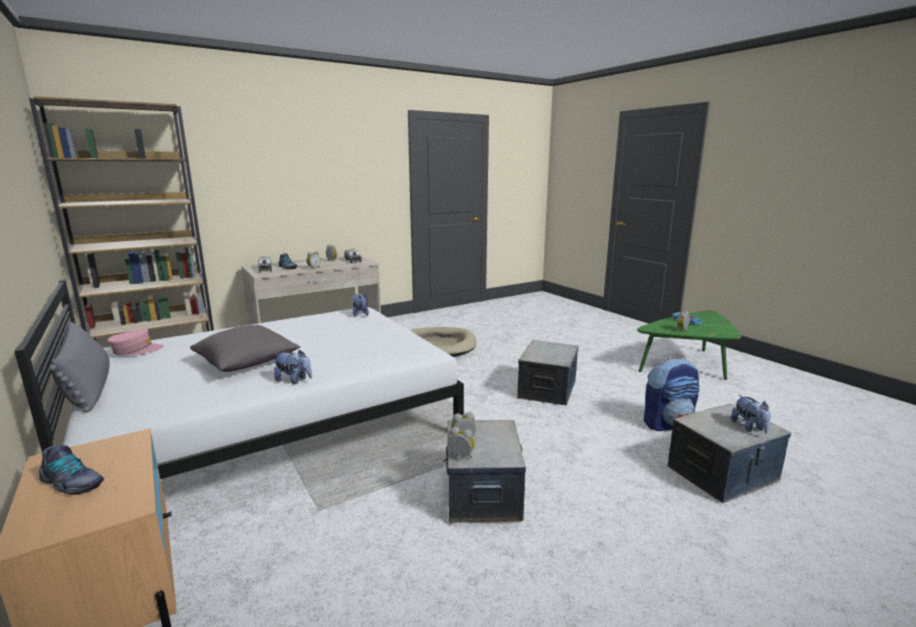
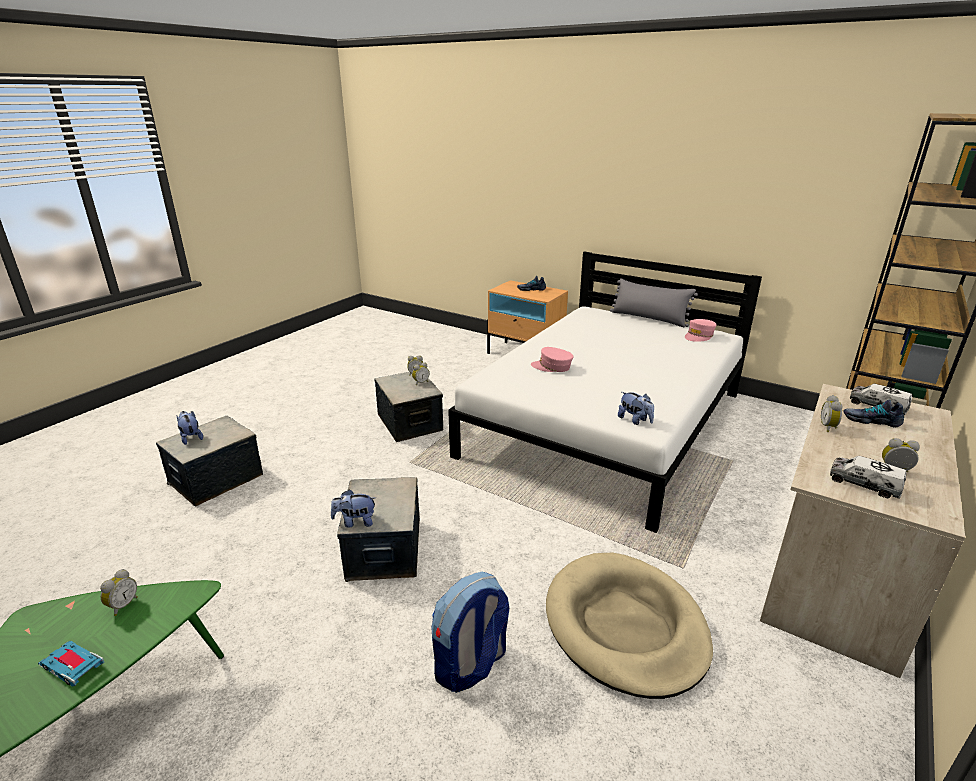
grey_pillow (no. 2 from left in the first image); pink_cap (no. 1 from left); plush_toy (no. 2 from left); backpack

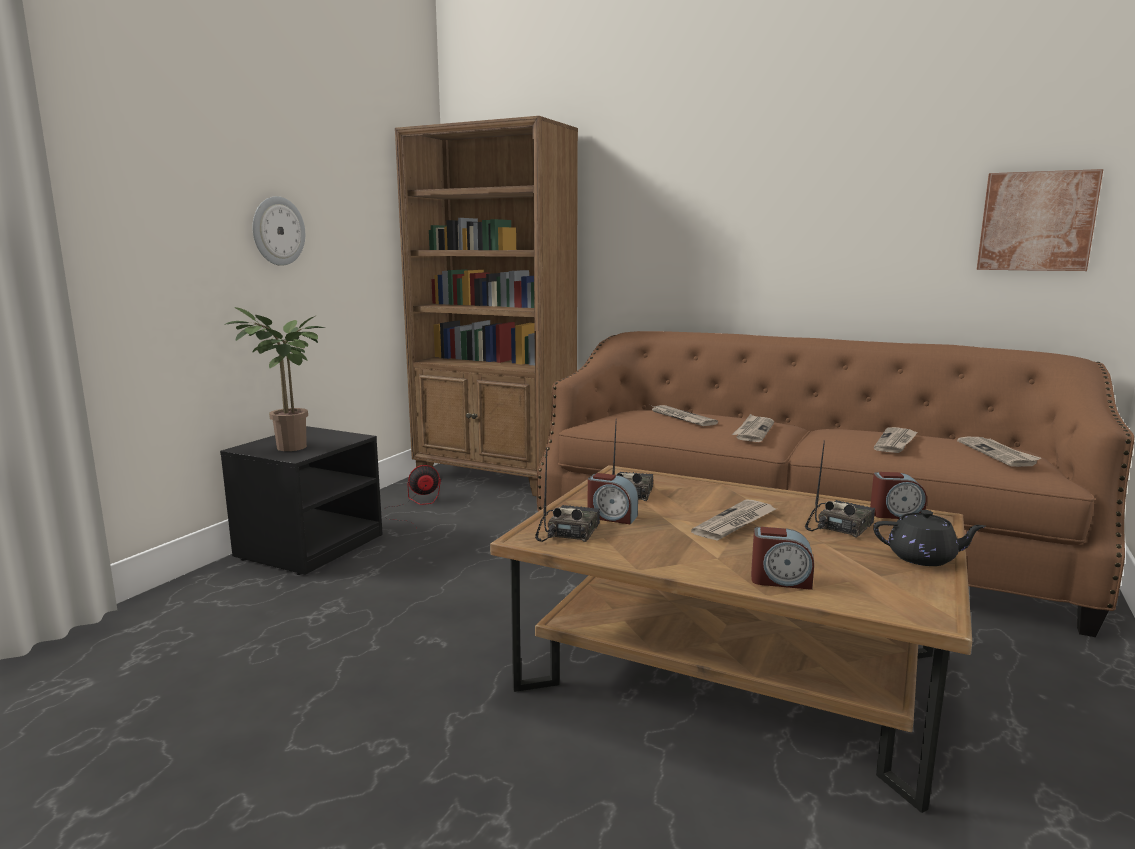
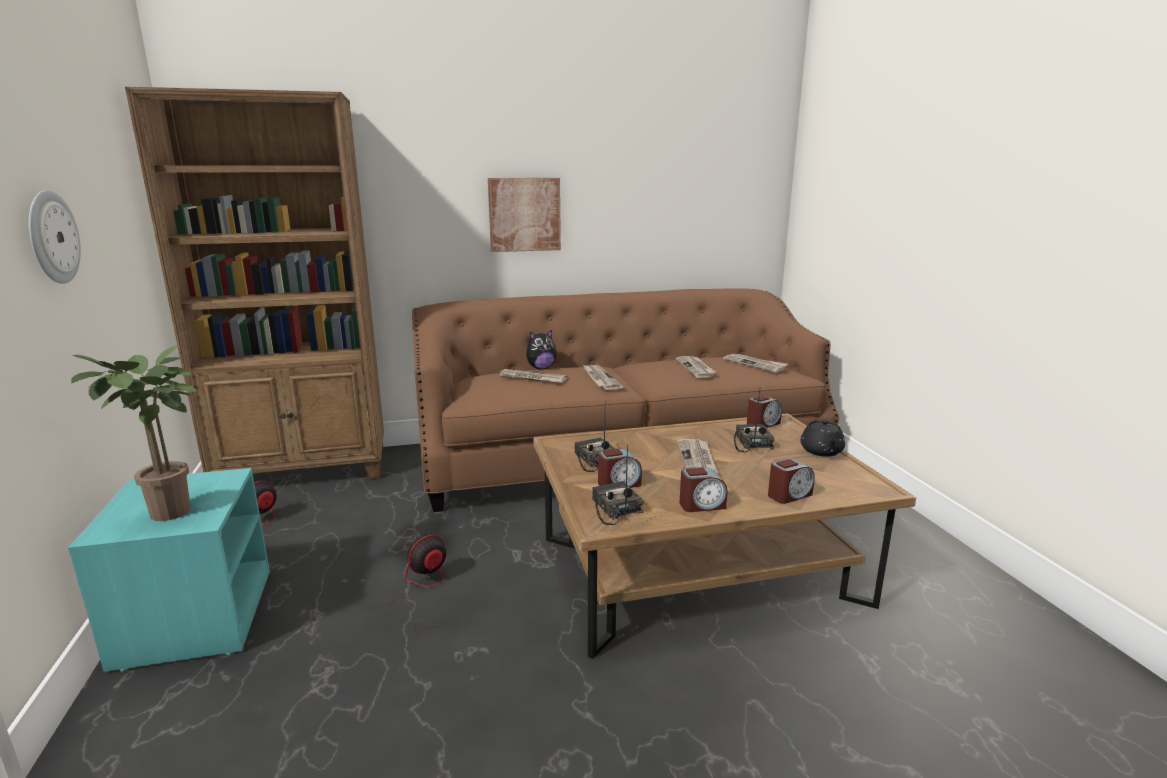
fan (no. 2 from left); plush_toy; alarm_clock (no. 2 from left); picture; turquoise_nightstand; black_teapot

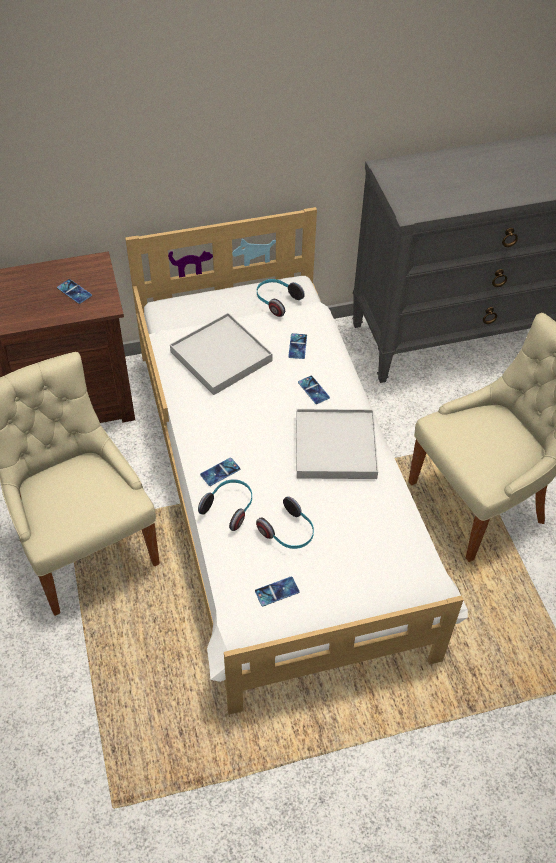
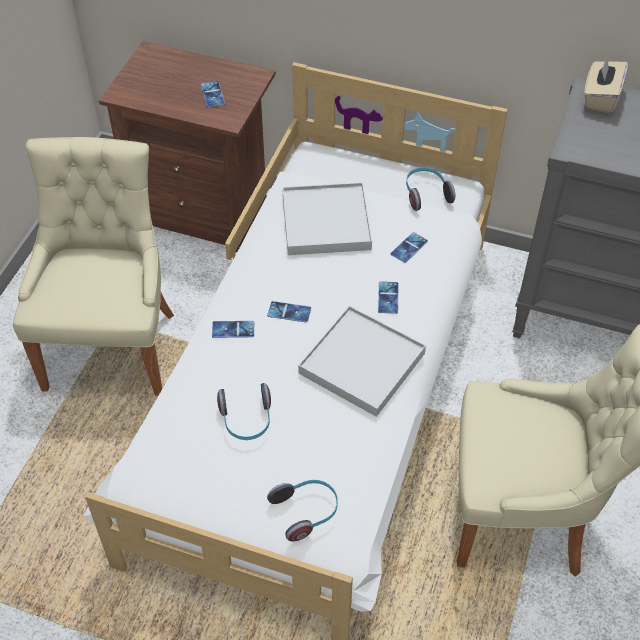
beige_tissue_box; headphones (no. 2 from left); phone (no. 3 from left)

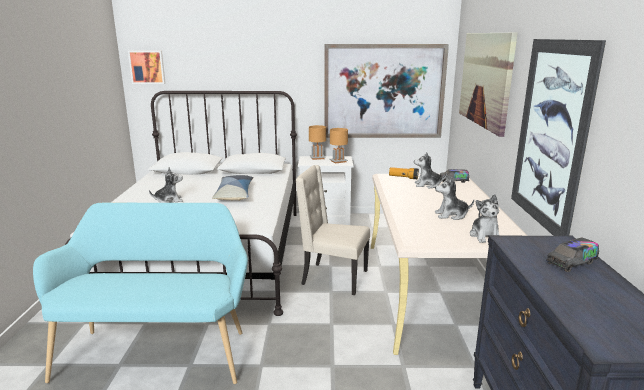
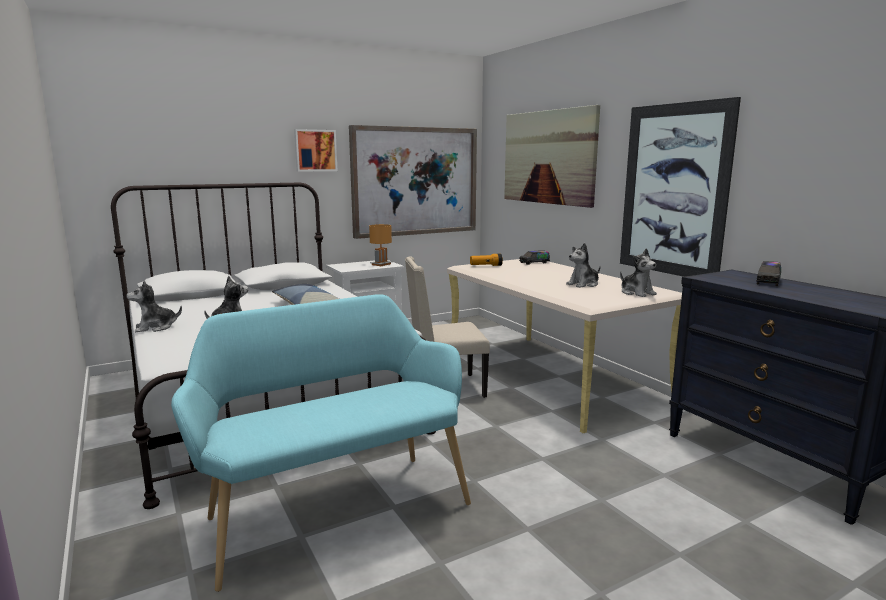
brown_table_lamp (no. 1 from left in the first image); picture (no. 1 from left); plush_toy (no. 1 from left)

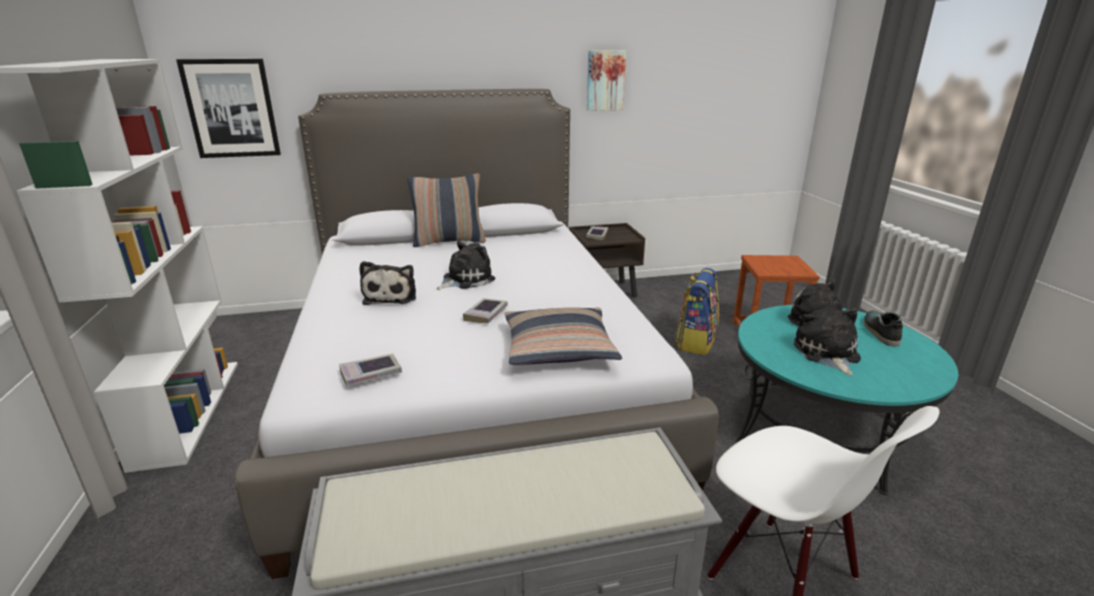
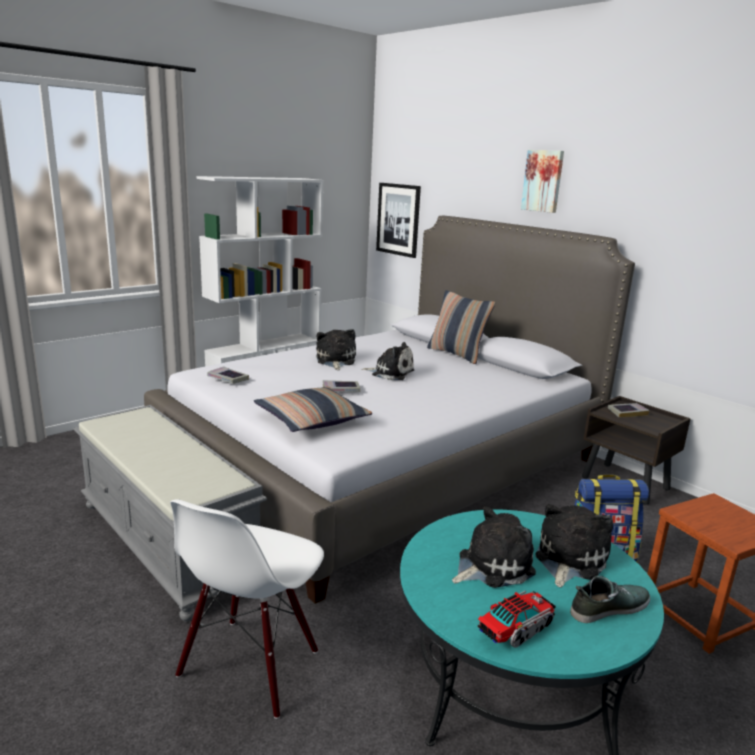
toy_truck; picture (no. 2 from left); plush_toy (no. 1 from left)

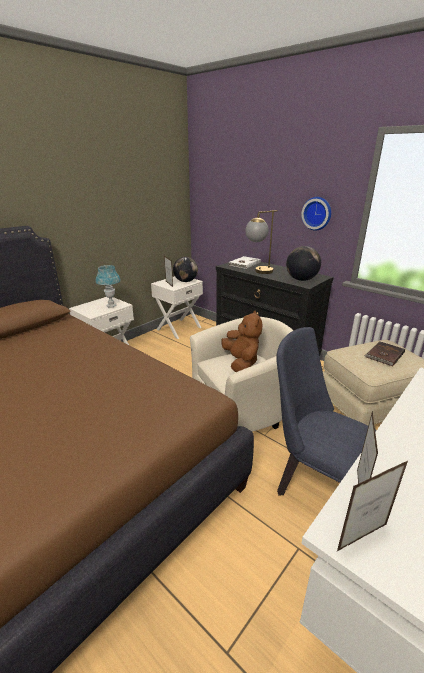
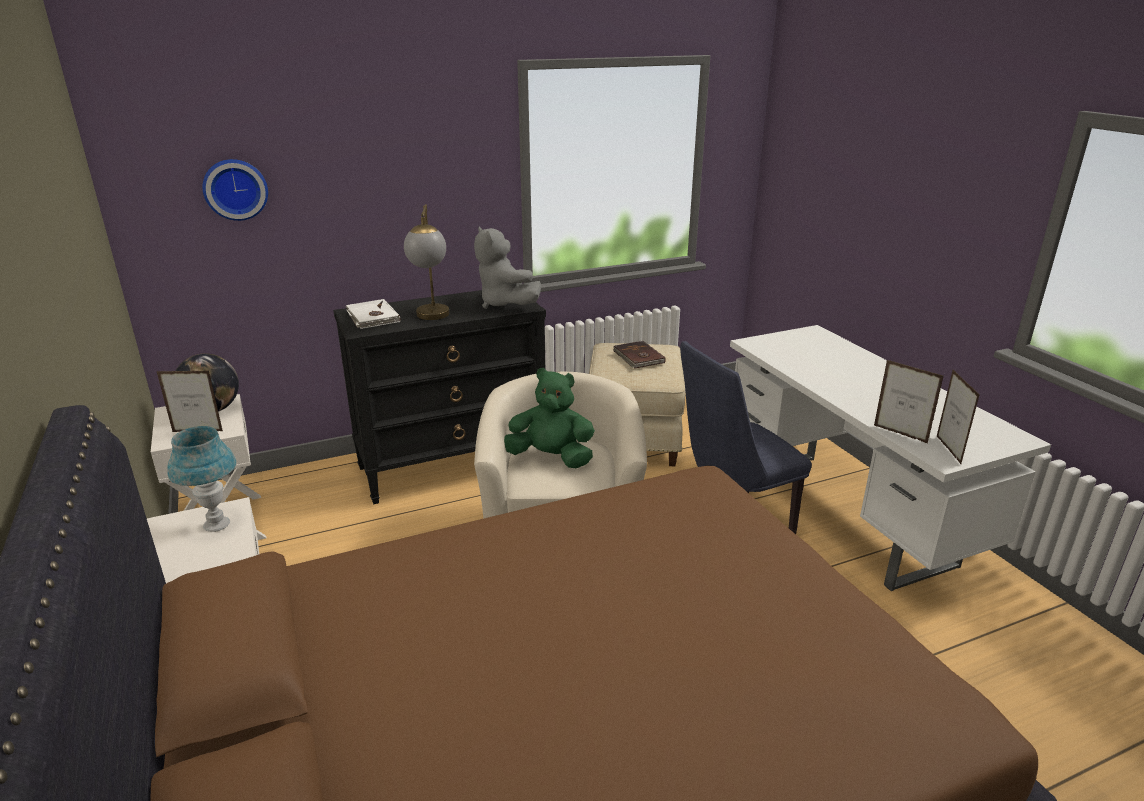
wall_clock; grey_plush_toy; green_plush_toy

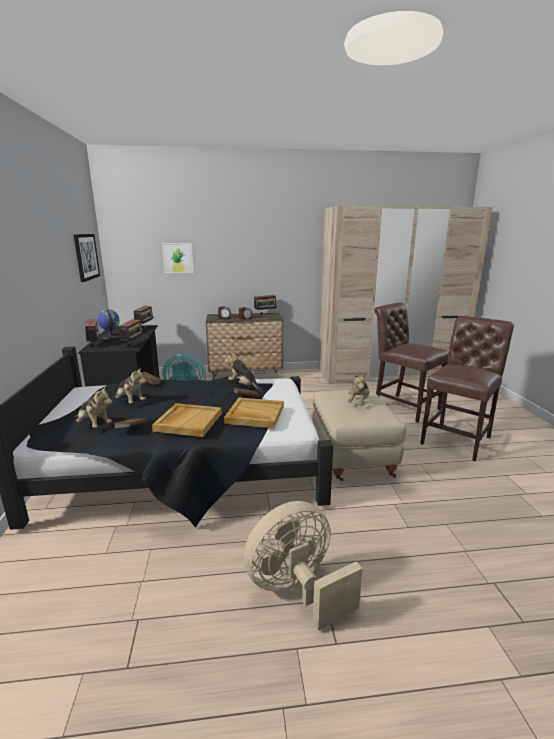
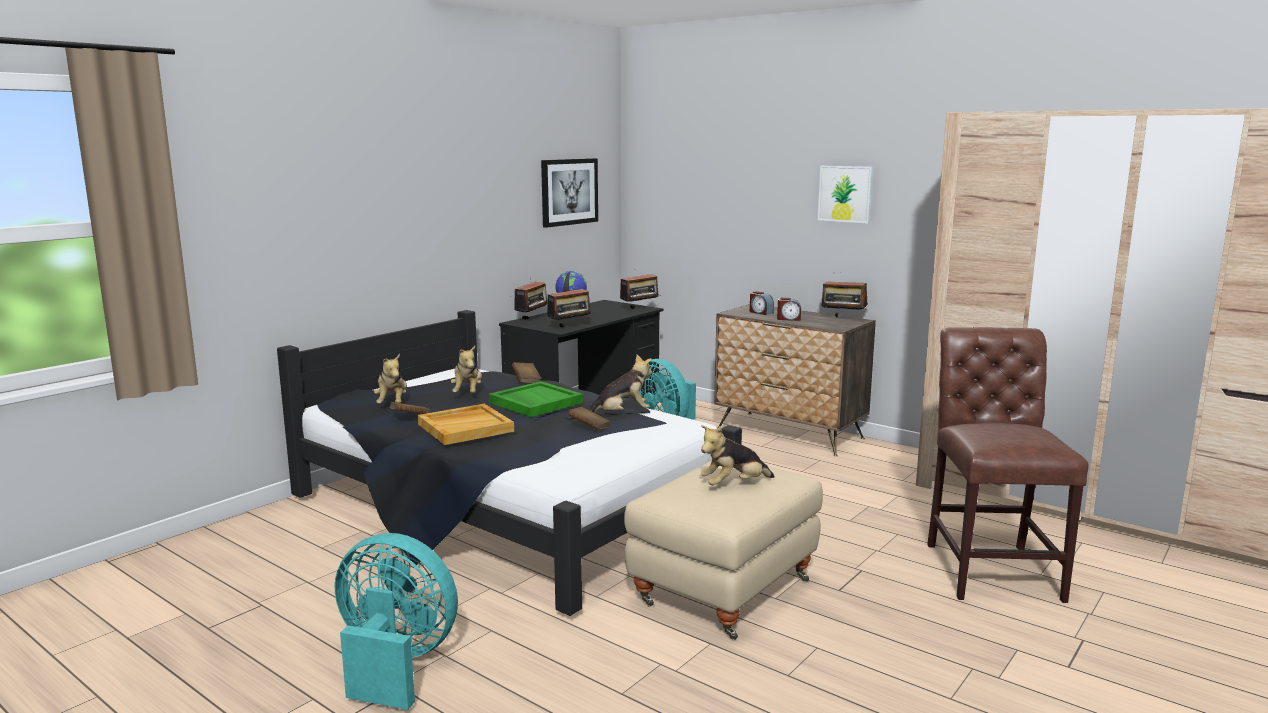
beige_tray (no. 2 from left in the first image); brown_chair (no. 2 from left in the first image); green_tray; picture (no. 2 from left); turquoise_fan (no. 1 from left); plush_toy (no. 3 from left)

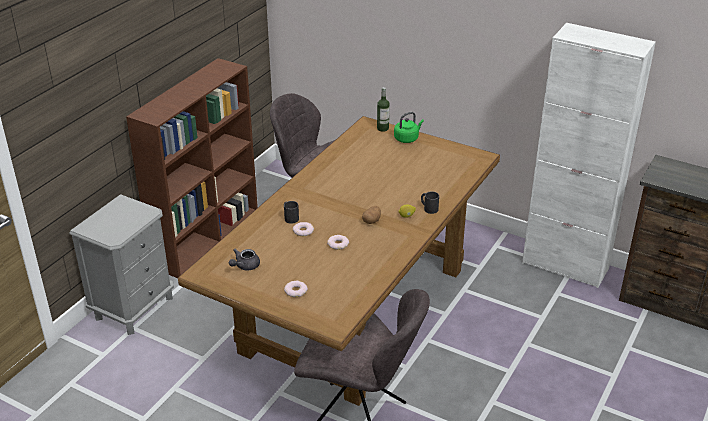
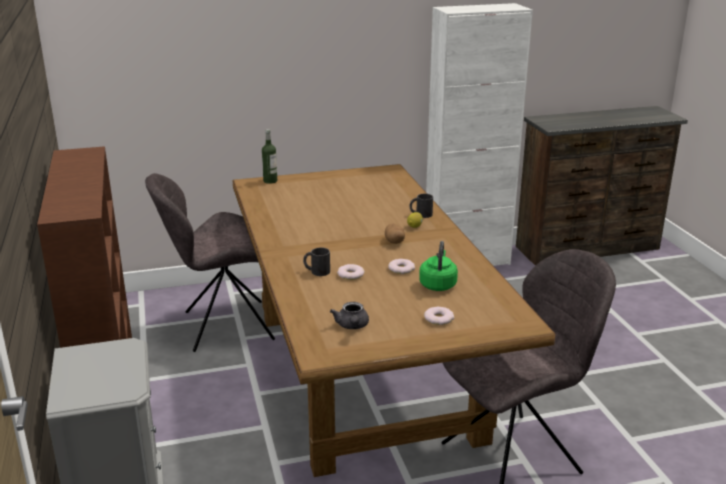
green_kettle

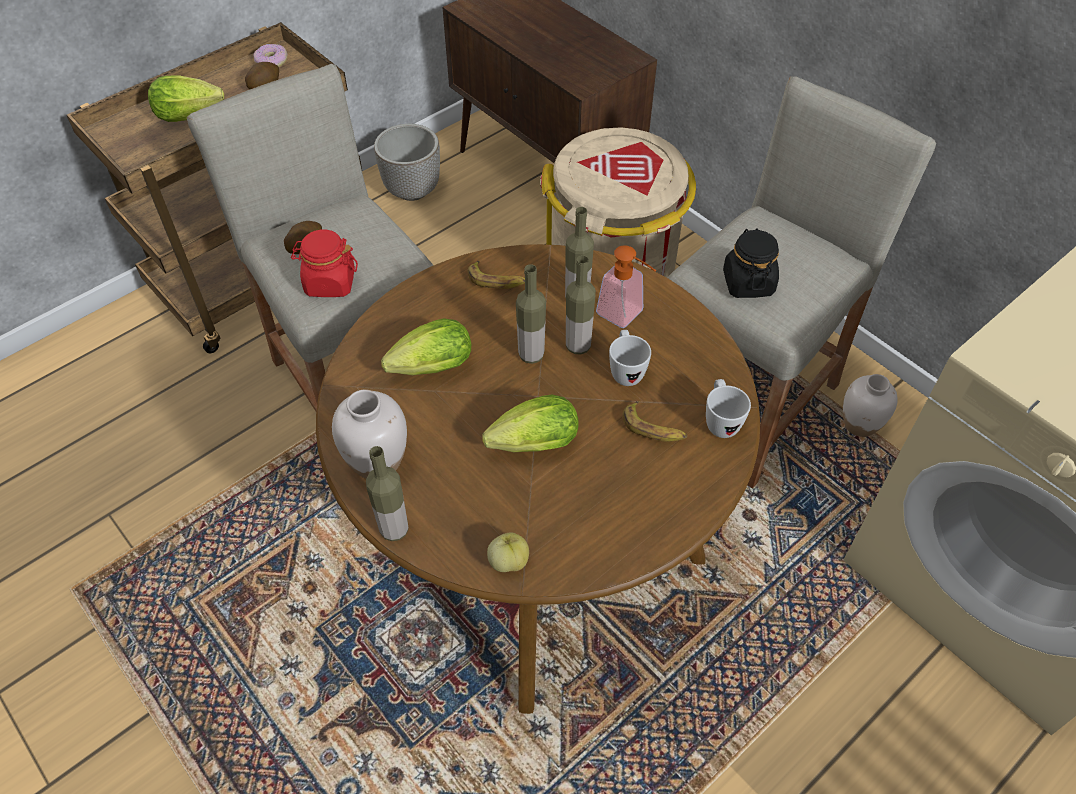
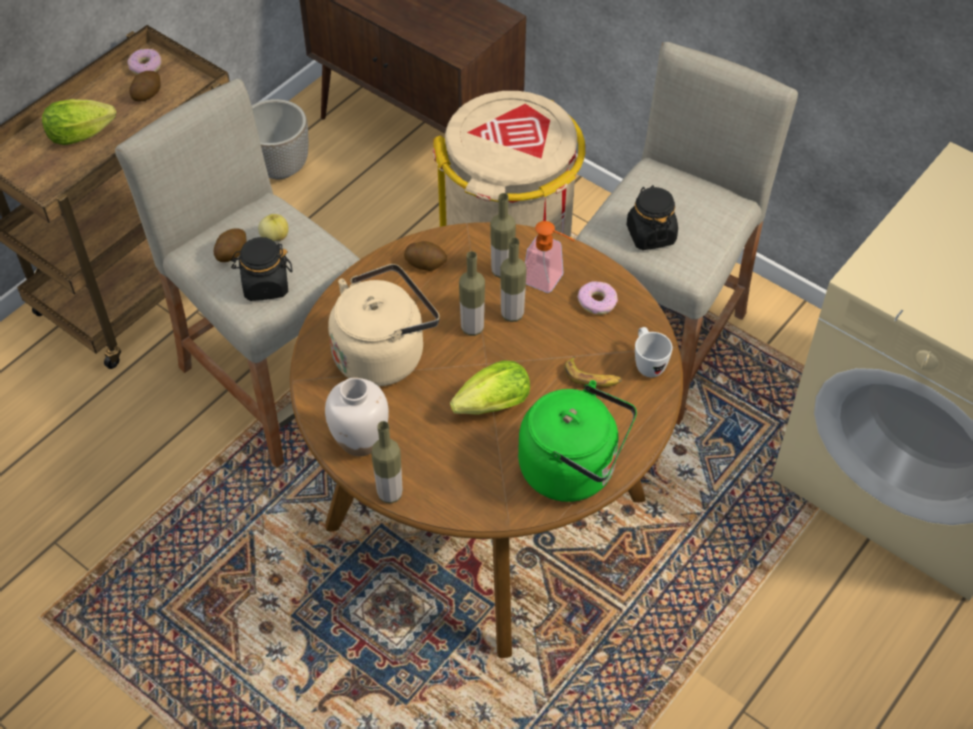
white_mug (no. 1 from left in the first image); white_vase (no. 2 from left in the first image); green_kettle; donut (no. 2 from left); apple; beige_kettle; potato (no. 3 from left); black_jar (no. 1 from left)

